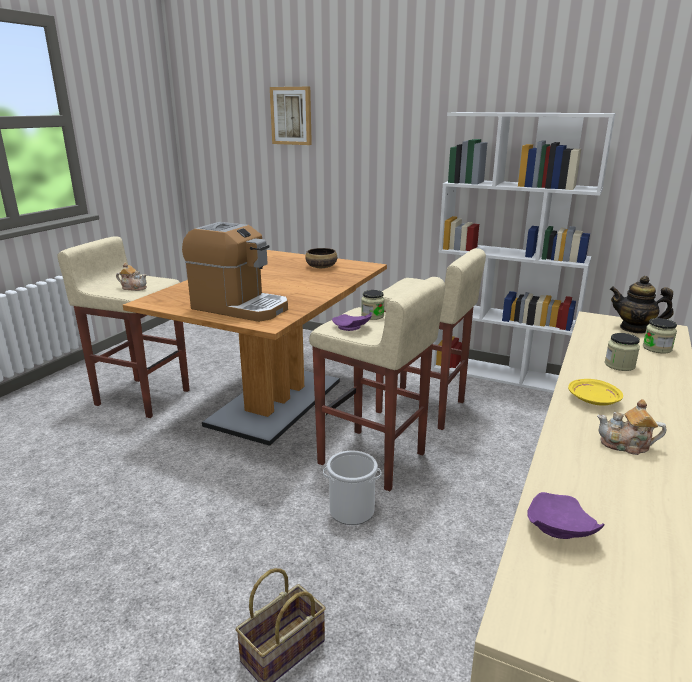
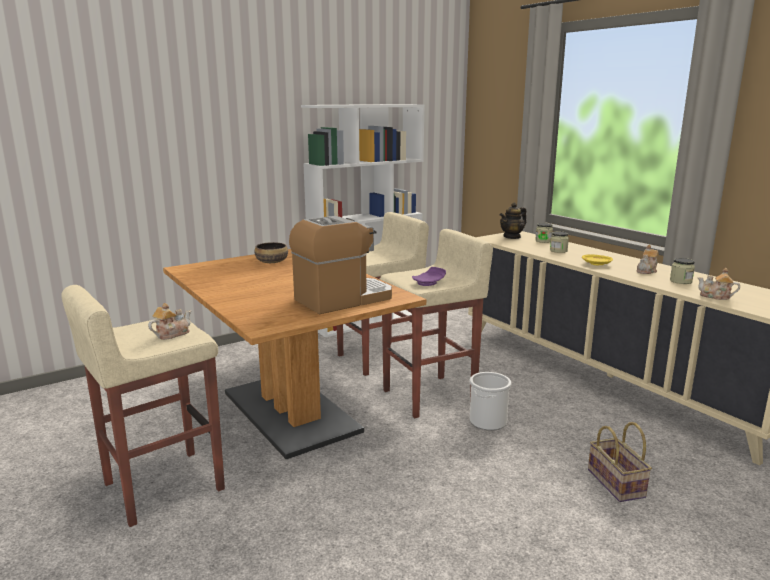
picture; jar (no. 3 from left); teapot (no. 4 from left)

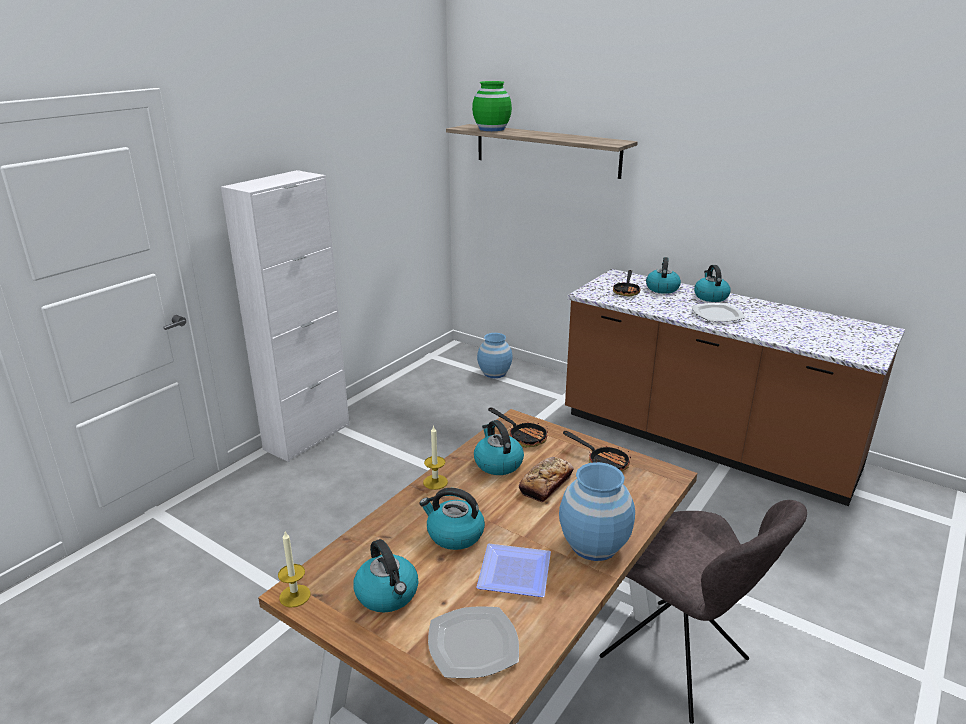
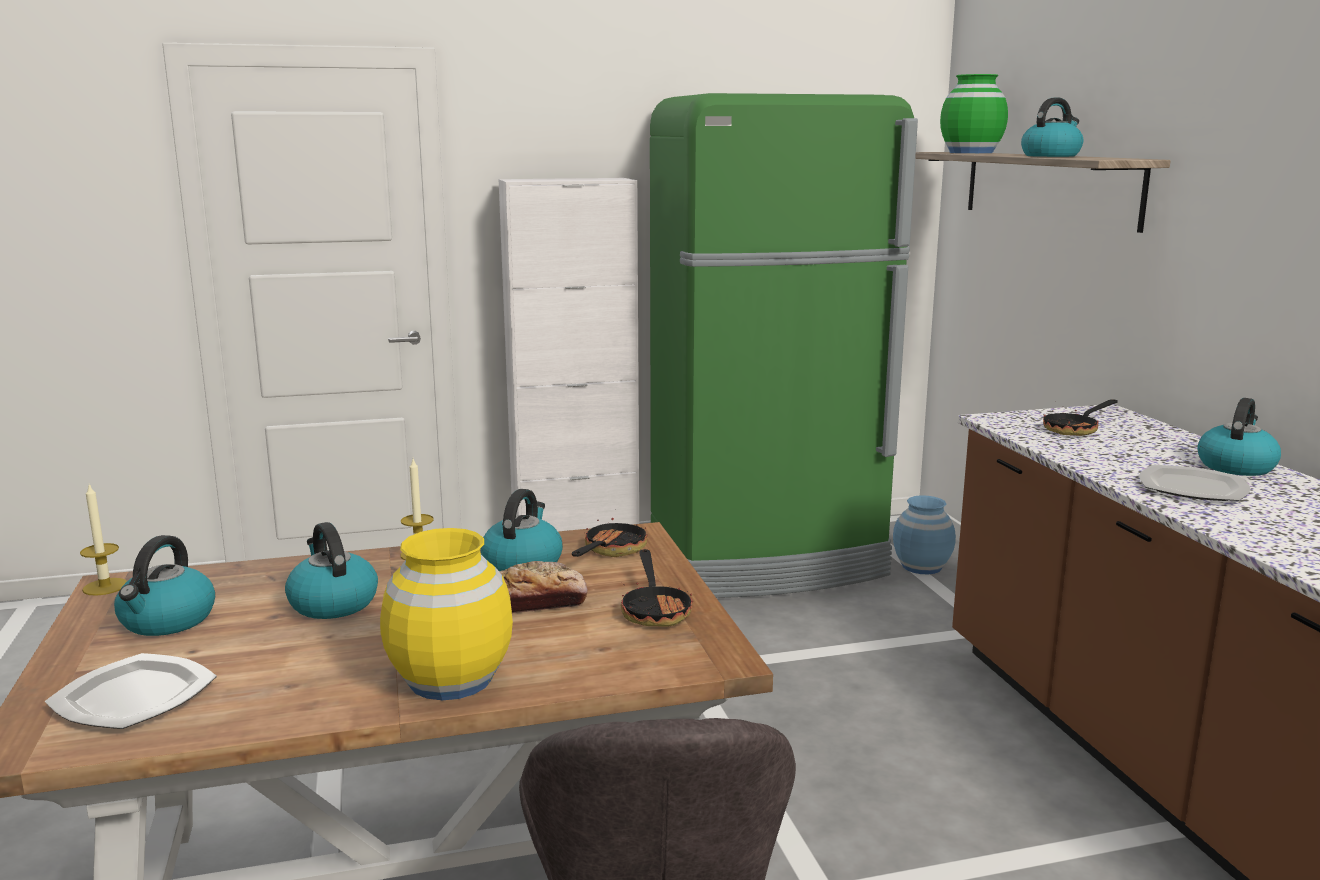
plate (no. 2 from left in the first image); green_fridge; kettle (no. 4 from left); yellow_vase; frying_pan (no. 1 from left)

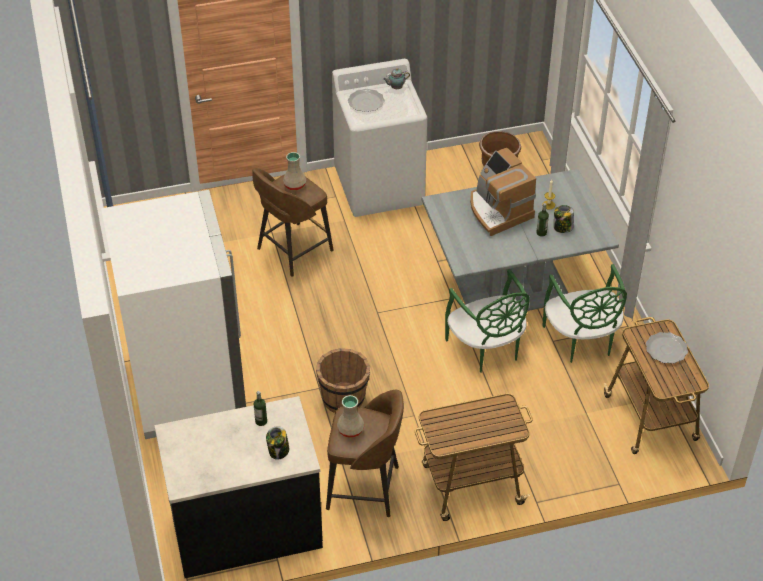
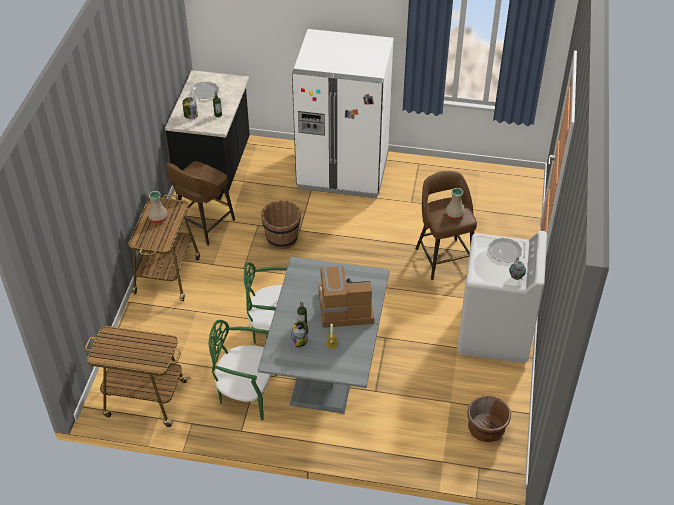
beige_vase (no. 1 from left); plate (no. 1 from left)

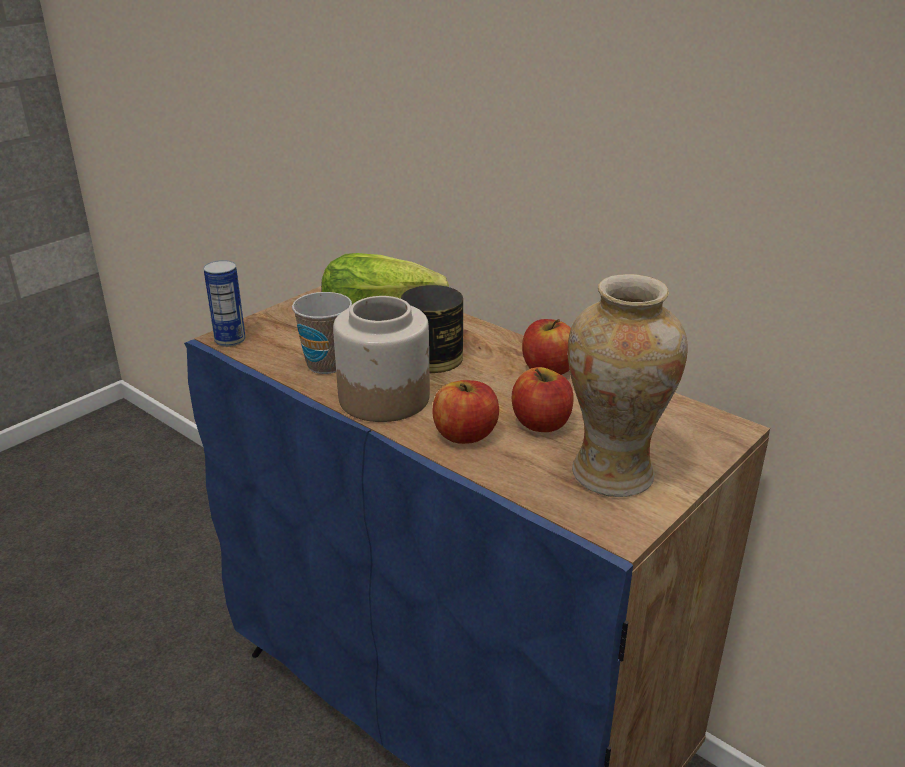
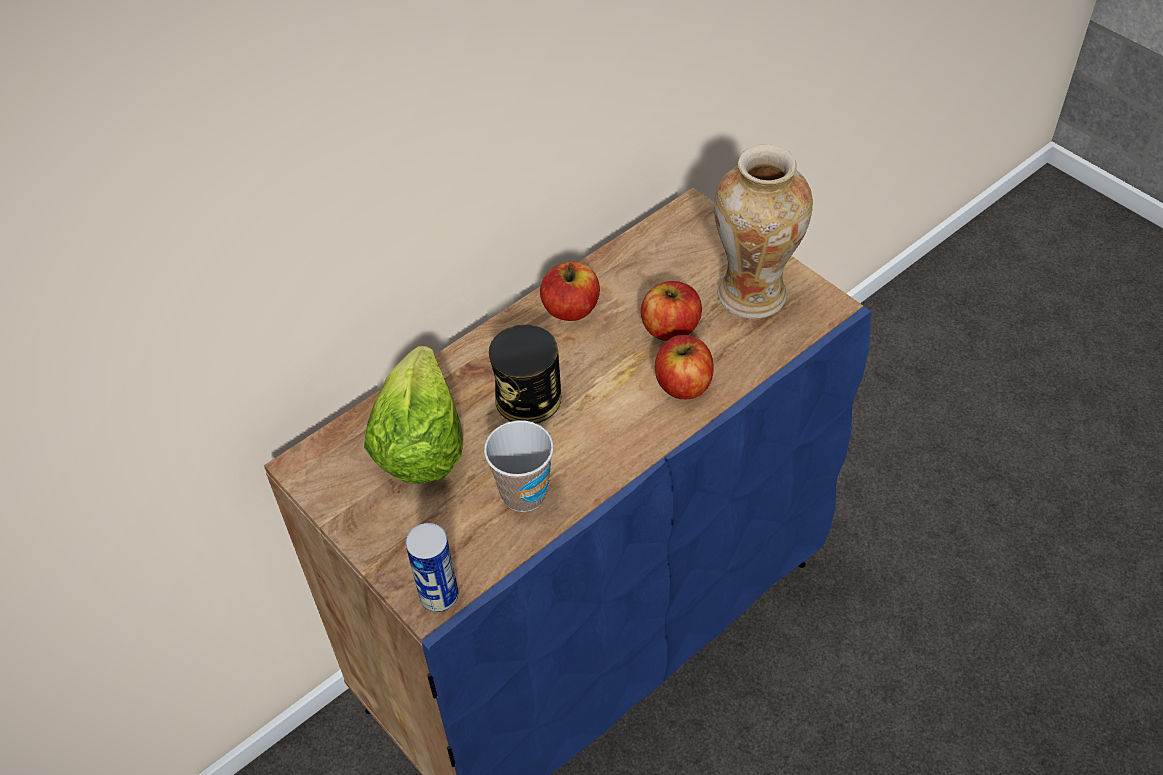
jar

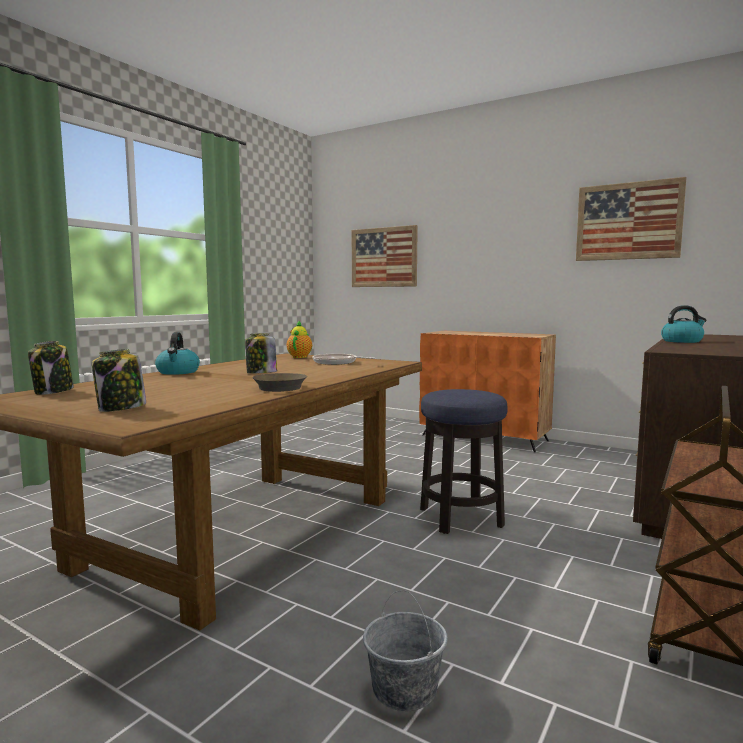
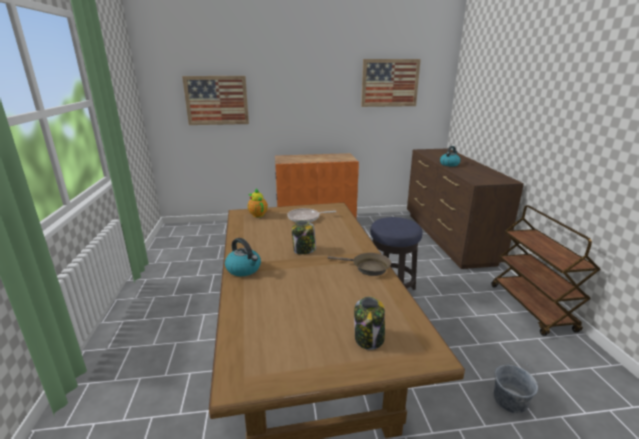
jar (no. 1 from left in the first image)

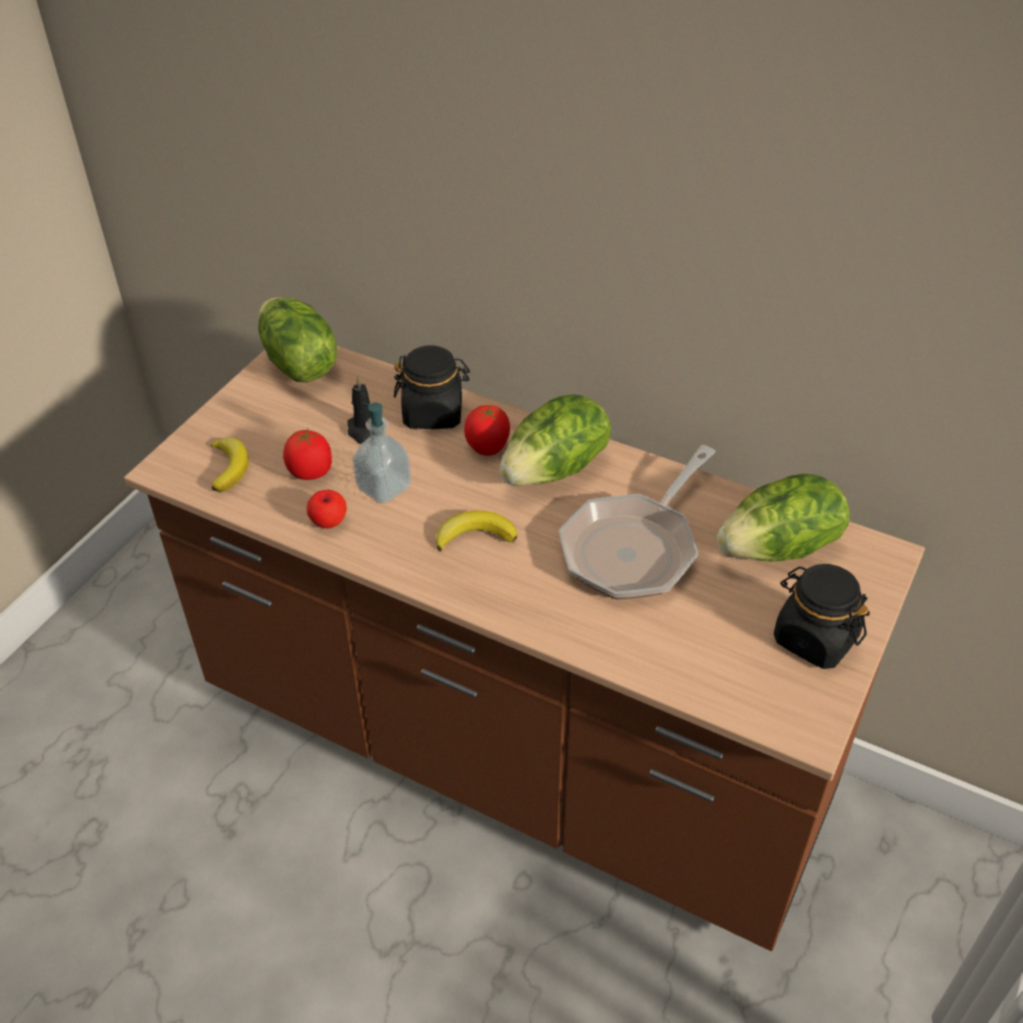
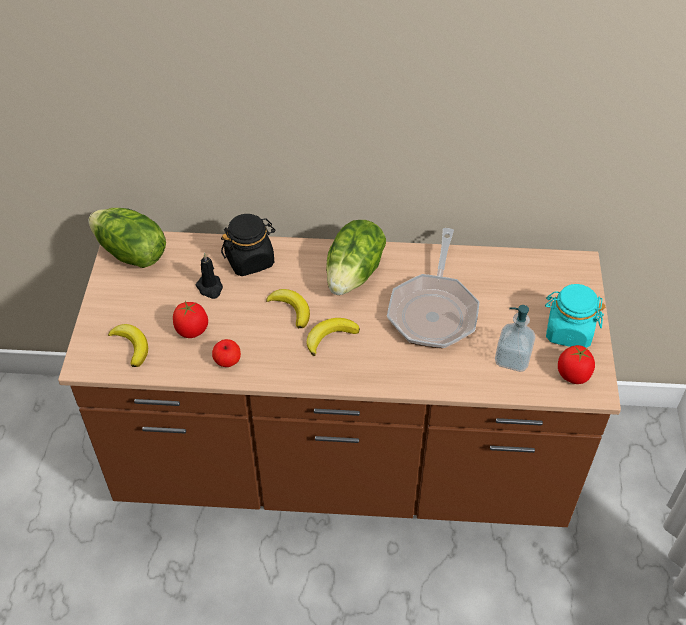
lettuce (no. 3 from left in the first image); banana (no. 2 from left); soap_dispenser; tomato (no. 2 from left); turquoise_jar

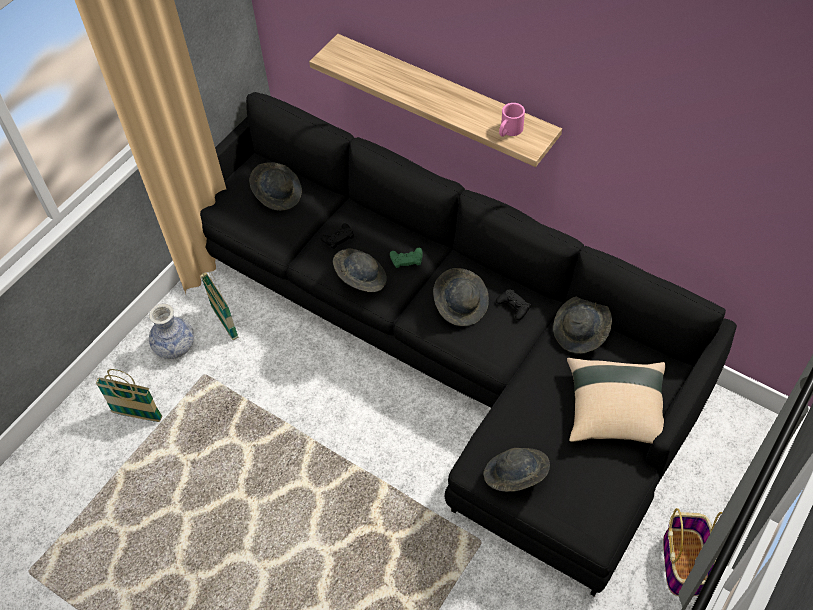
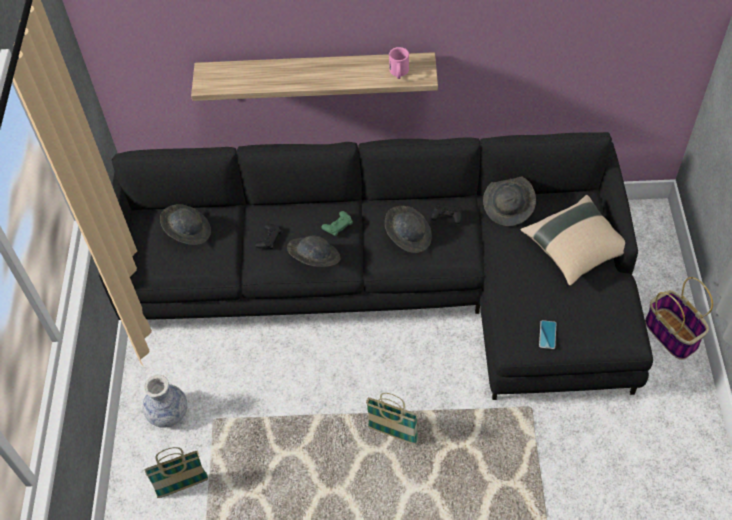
basket (no. 2 from left); phone

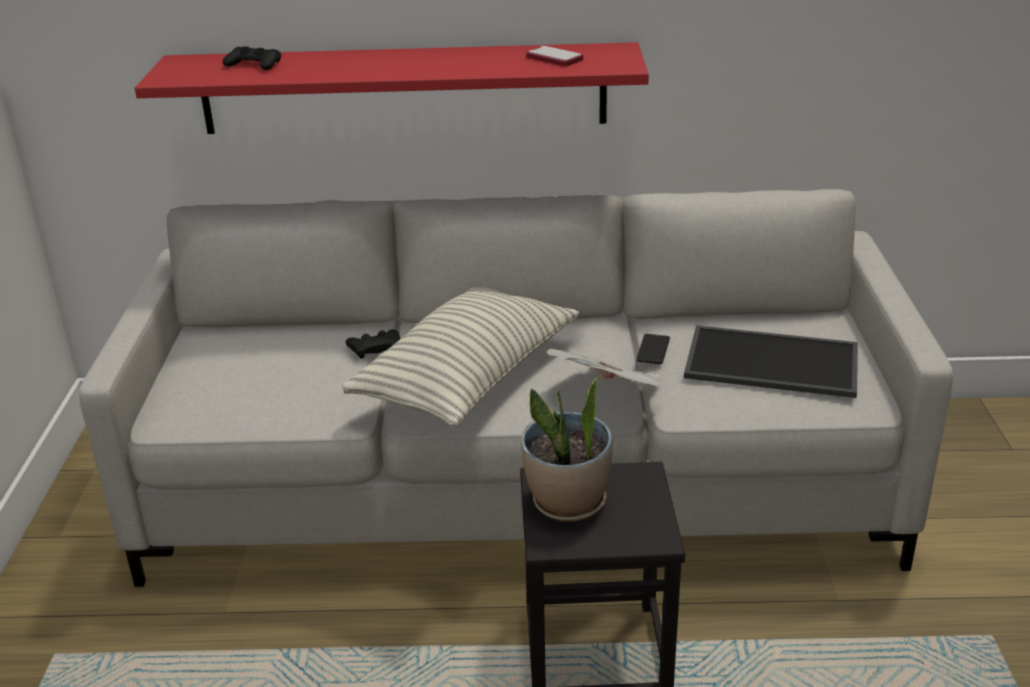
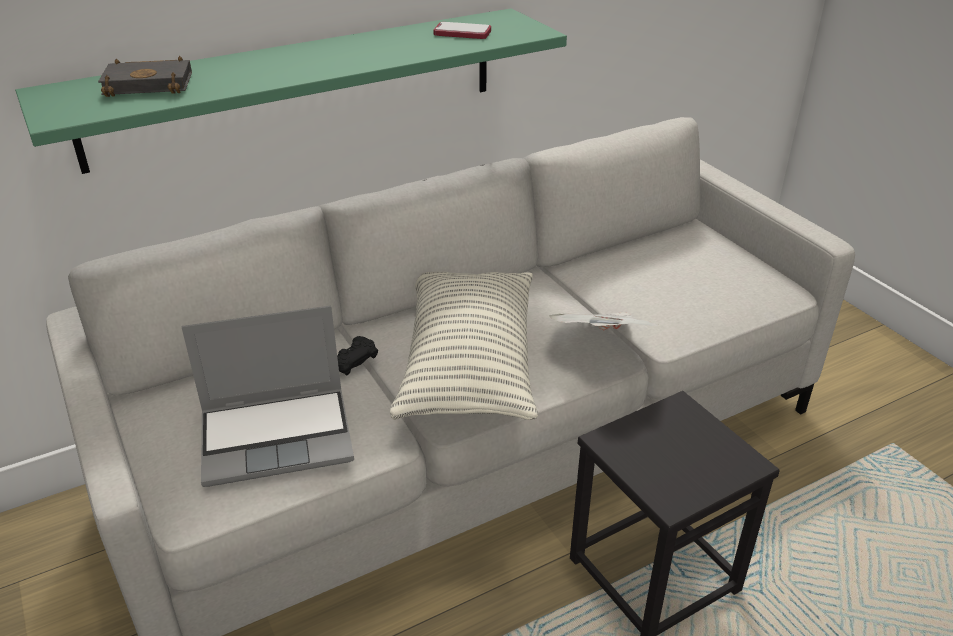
potted_plant; phone (no. 2 from left in the first image); tray; laptop; black_book; green_shelf

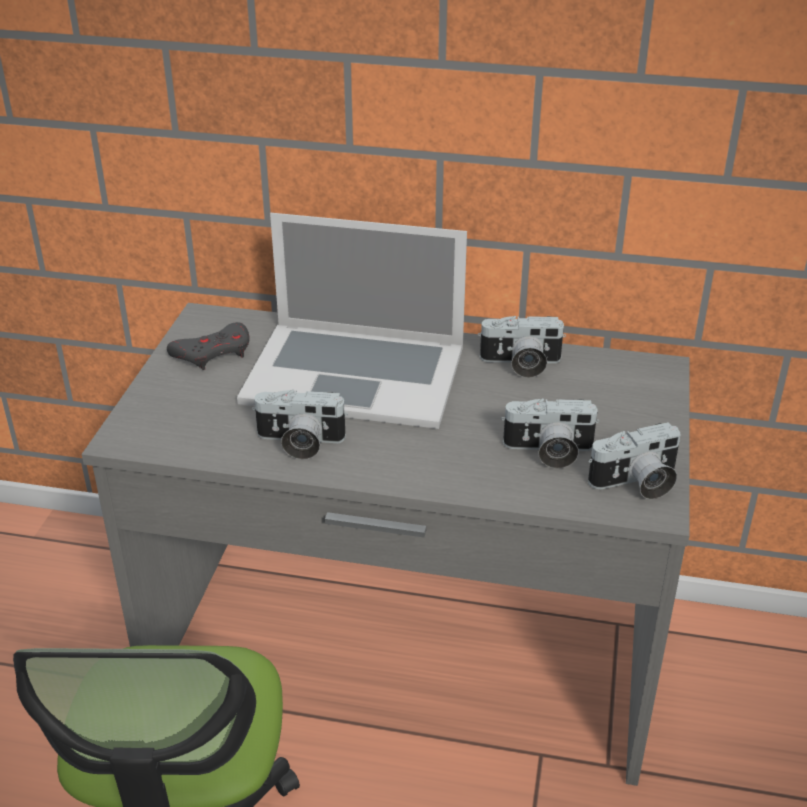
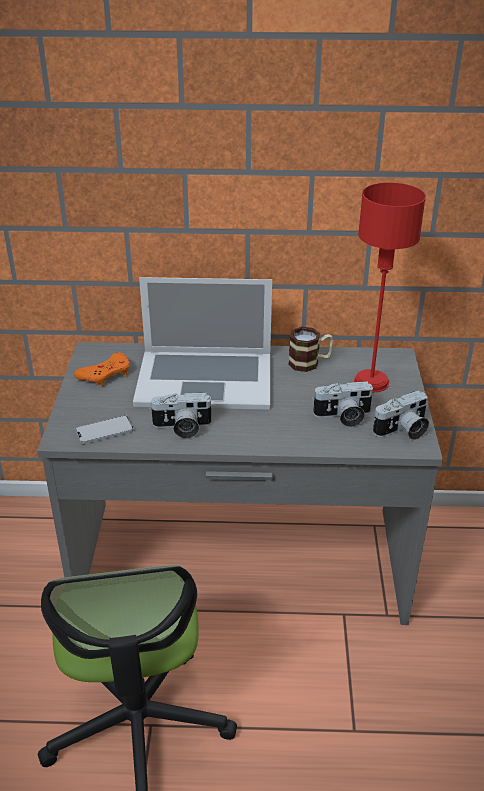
phone; red_table_lamp; mug; orange_game_controller

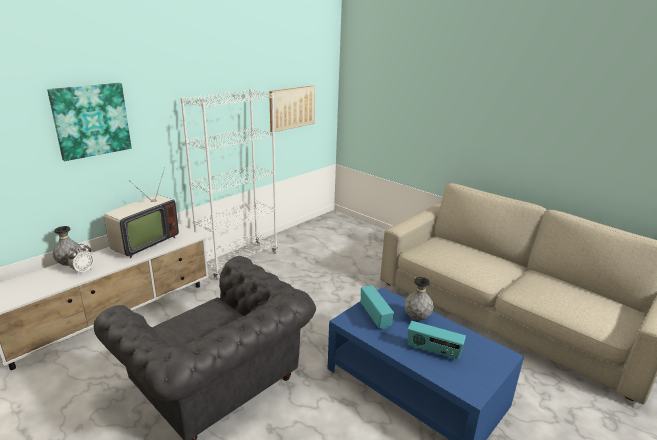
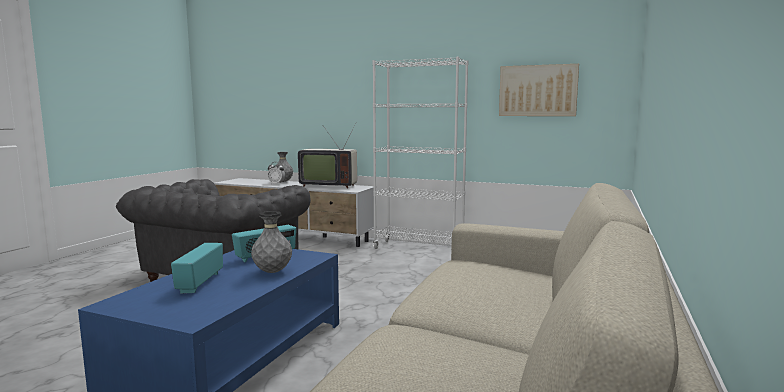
picture (no. 1 from left in the first image)

